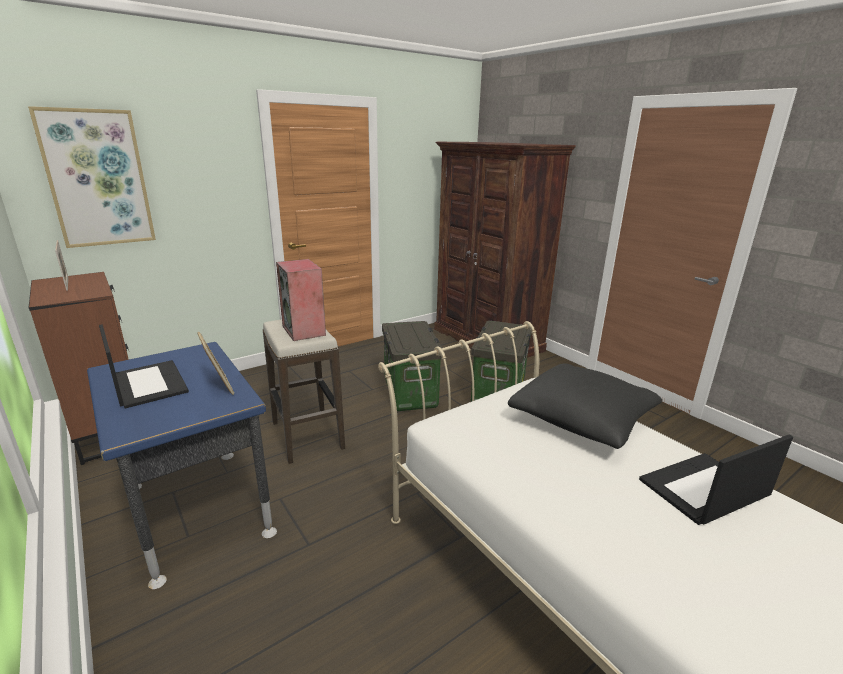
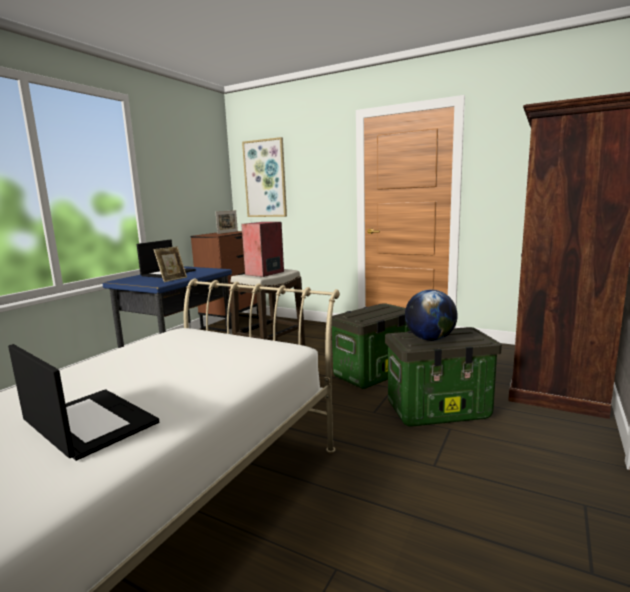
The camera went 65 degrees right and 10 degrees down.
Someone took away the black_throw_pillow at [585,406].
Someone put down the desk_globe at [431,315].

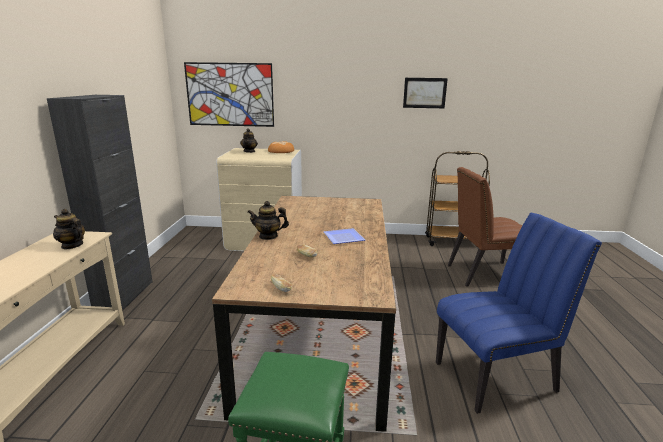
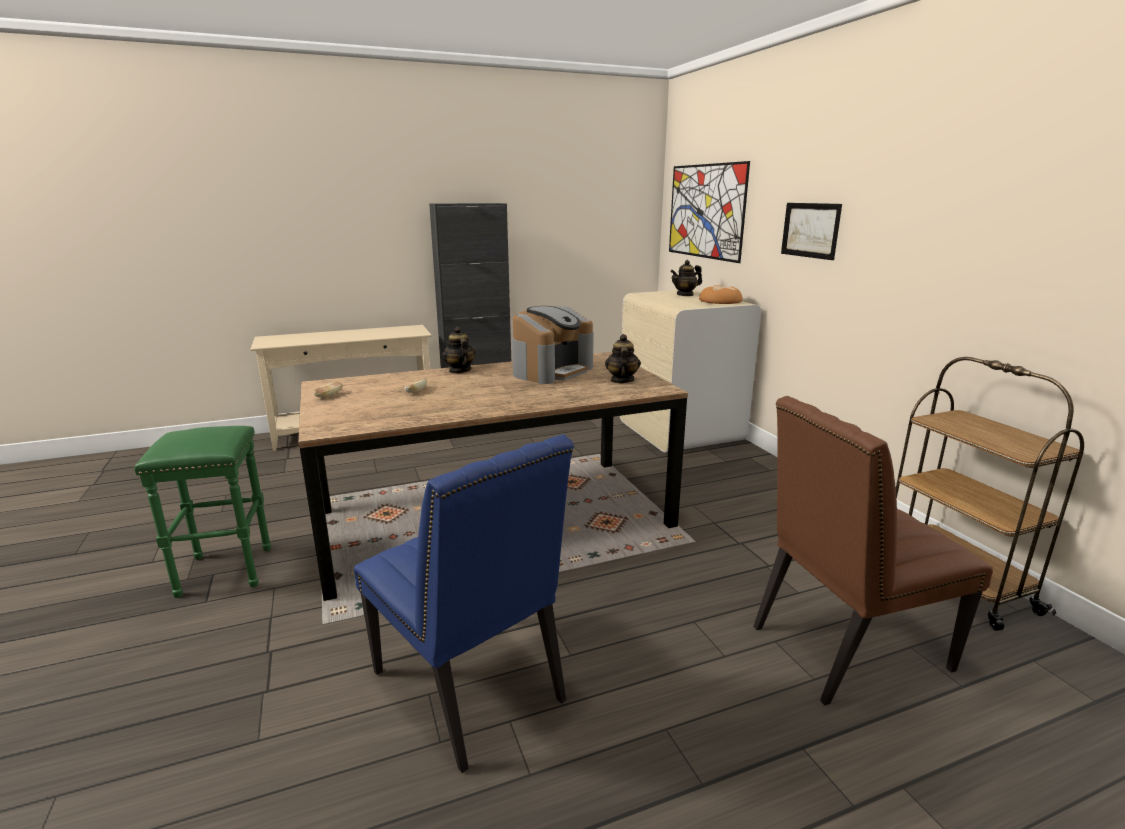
The camera went 65 degrees right and 0 degrees up.
Someone carried the wall_picture from [425,93] to [811,231].
Someone rotated the brown_plain_chair at [485,227] by 75 degrees counterclockwise.
Someone carried the pot_for_tea from [69,229] to [623,358].
Someone took away the plate at [344,236].
Someone put down the coffee_maker at [553,345].

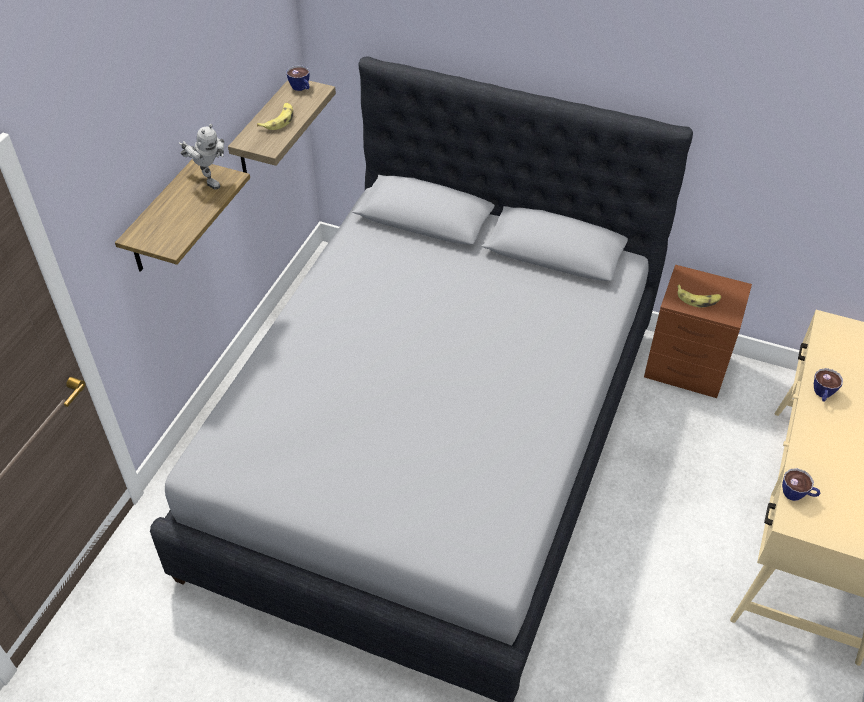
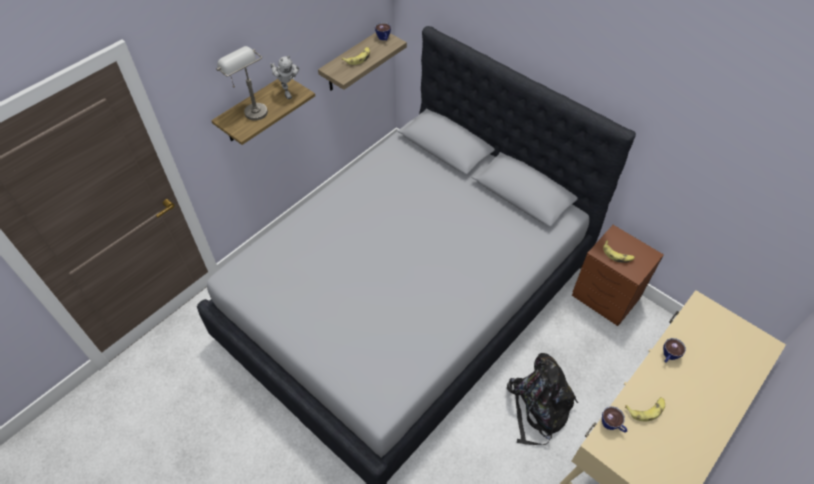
The camera went 20 degrees right and 5 degrees up.
Someone put down the greyish_lamp_for_a_table at [242,83].
Someone put down the black_knapsack at [542,399].
Someone put down the whole_banana at [645,409].

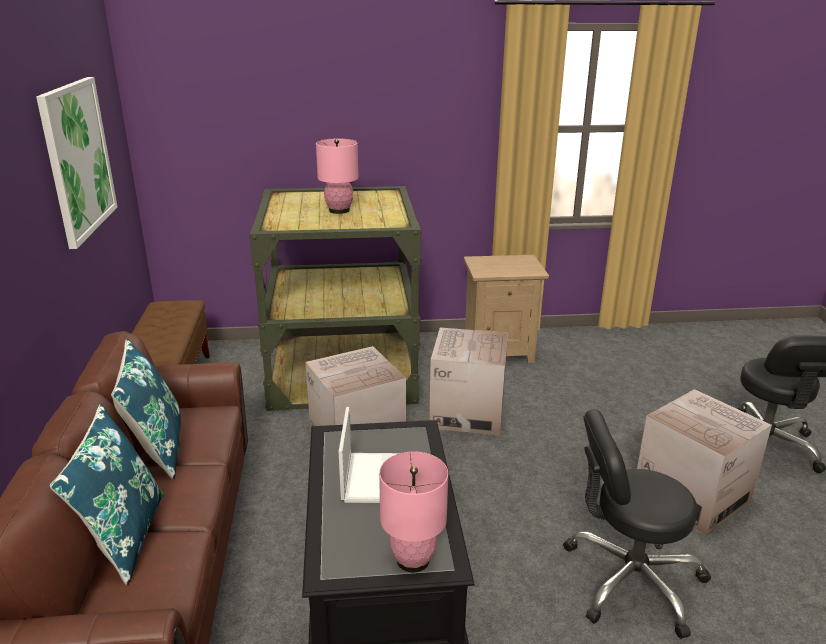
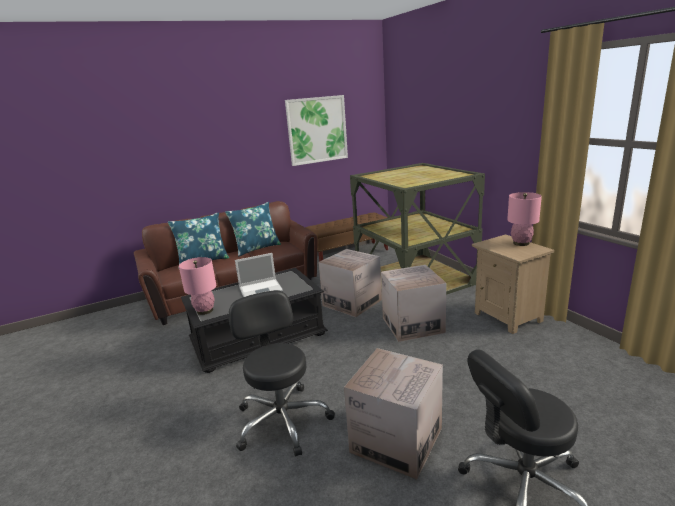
The camera went 70 degrees right and 5 degrees down.
Someone carried the pink_lamp_for_a_table from [337,176] to [524,219].

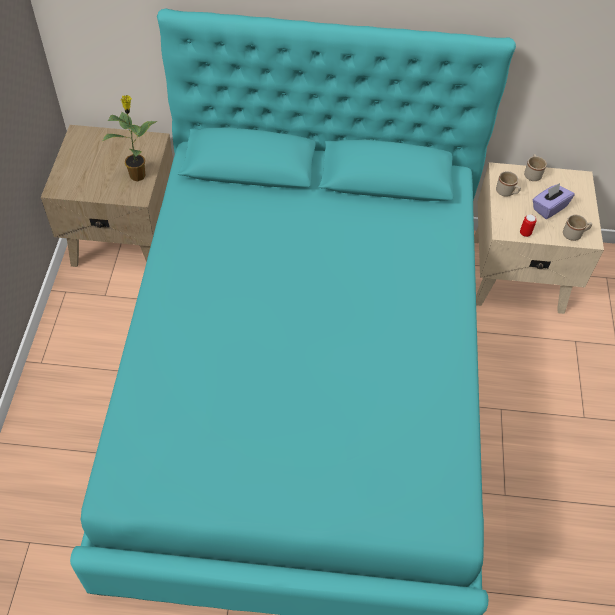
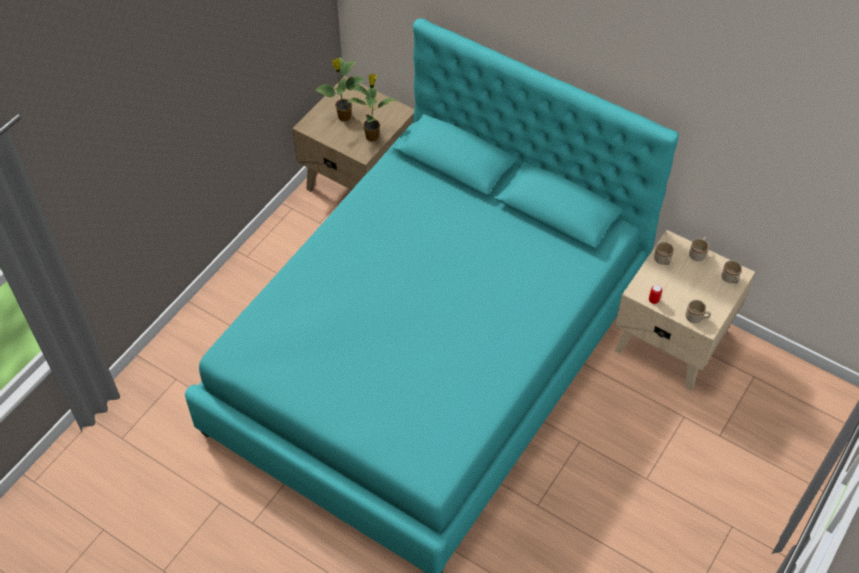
The camera went 30 degrees right and 0 degrees up.
Someone took away the purple-coloured_tissue_holder at [554,201].
Someone put down the potted_plant at [340,89].
Someone put down the beige_coffee_mug at [731,272].

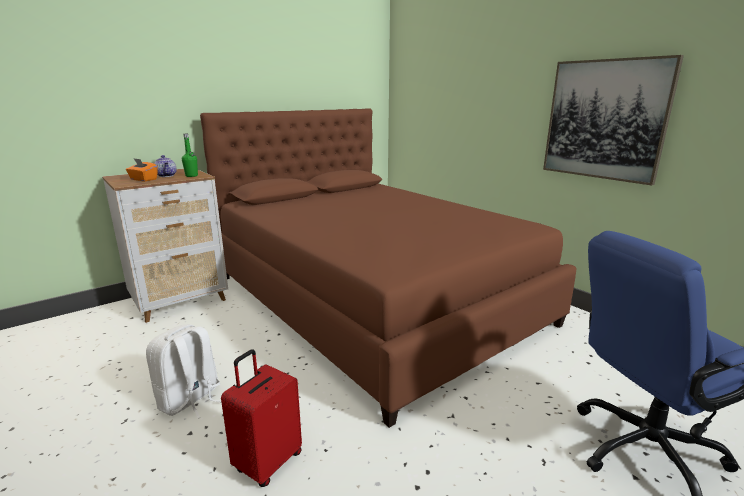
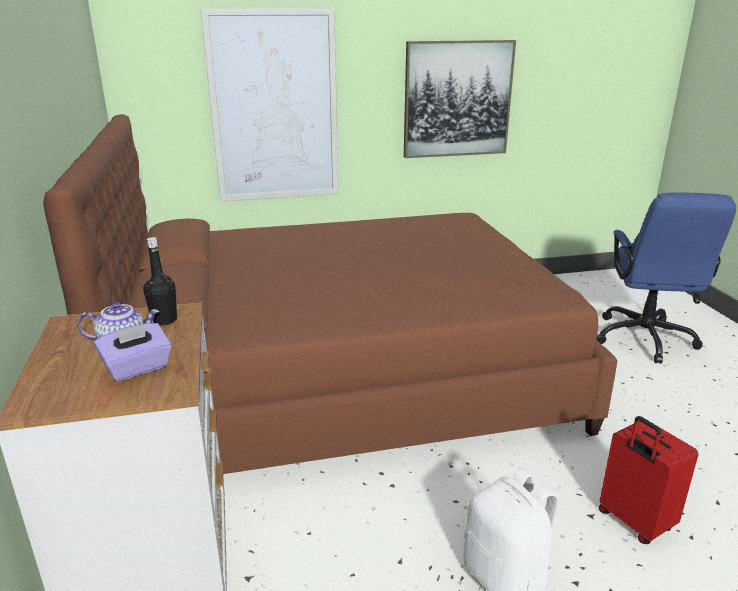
The camera went 65 degrees left and 5 degrees up.
Someone repainted the greenish_bottle at [190,155], which became the black_bottle at [160,281].
Someone repainted the orangey_tissue_holder at [142,169], which became the purple-coloured_tissue_holder at [132,352].
Someone put up the wall_picture at [269,105].

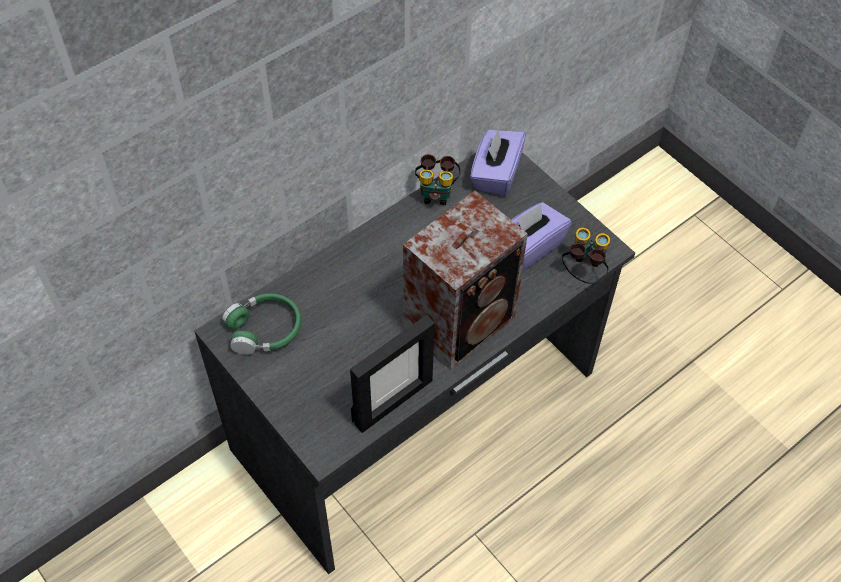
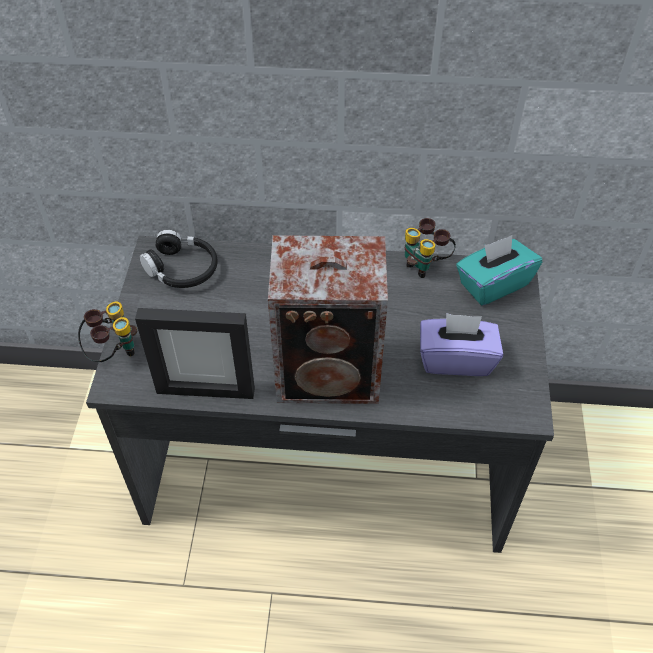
The camera went 45 degrees right and 5 degrees down.
Someone repainted the purple-coloured_tissue_holder at [498,162], which became the blue-green_tissue_holder at [499,270].
Someone carried the binoculars from [586,256] to [107,331].
Someone repainted the greenish_headset at [261,324], which became the black_headset at [178,259].

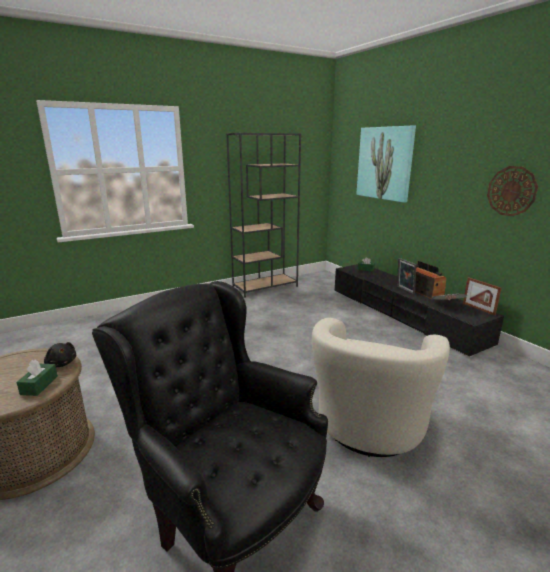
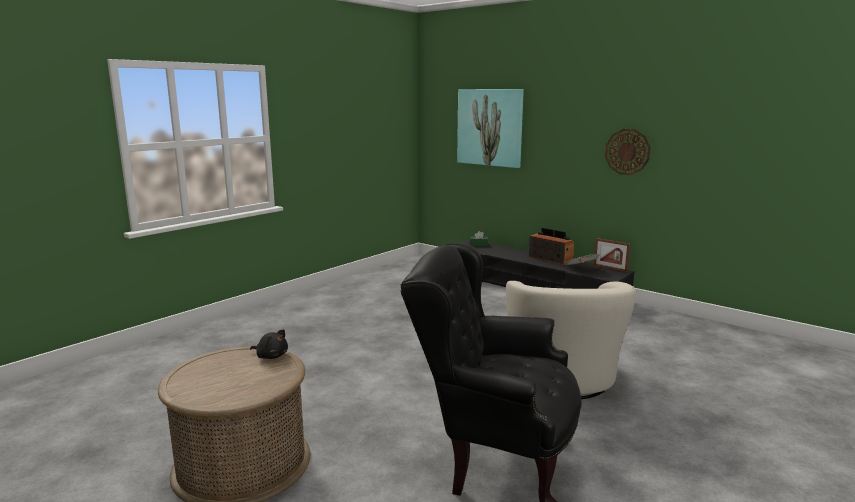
The camera went 20 degrees left and 5 degrees down.
Someone took away the shelving_unit at [263,215].
Someone took away the standing_frame at [406,276].
Someone took away the greenish_tissue_holder at [37,378].

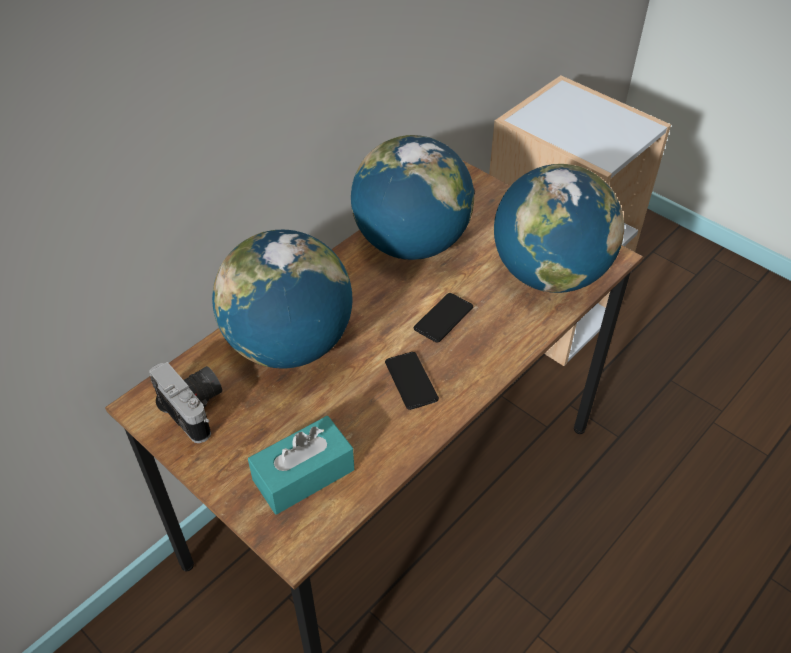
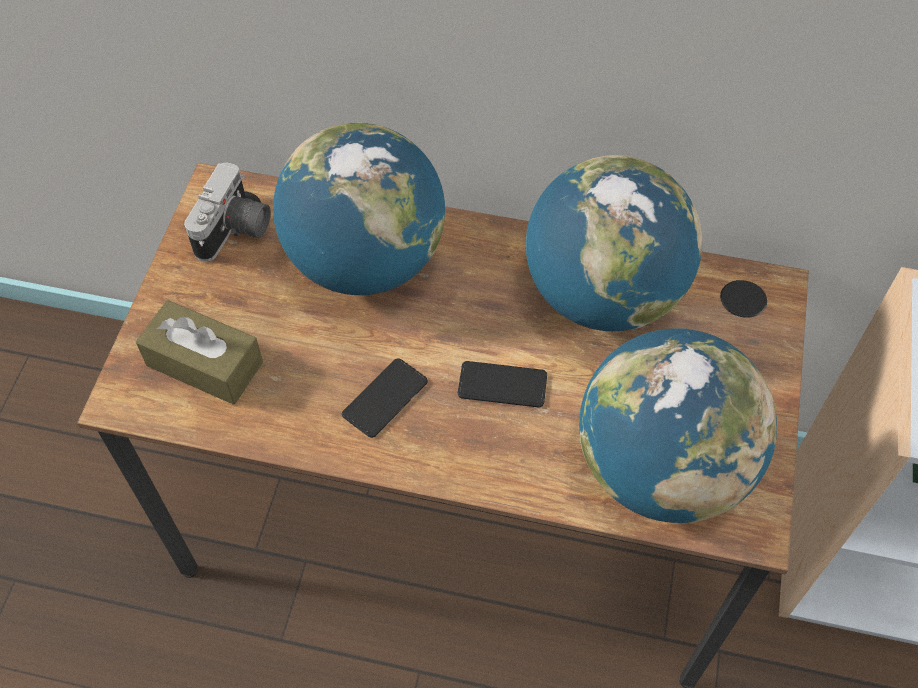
The camera went 60 degrees right and 10 degrees up.
Someone repainted the blue-green_tissue_holder at [301,465], which became the brown_tissue_holder at [199,352].

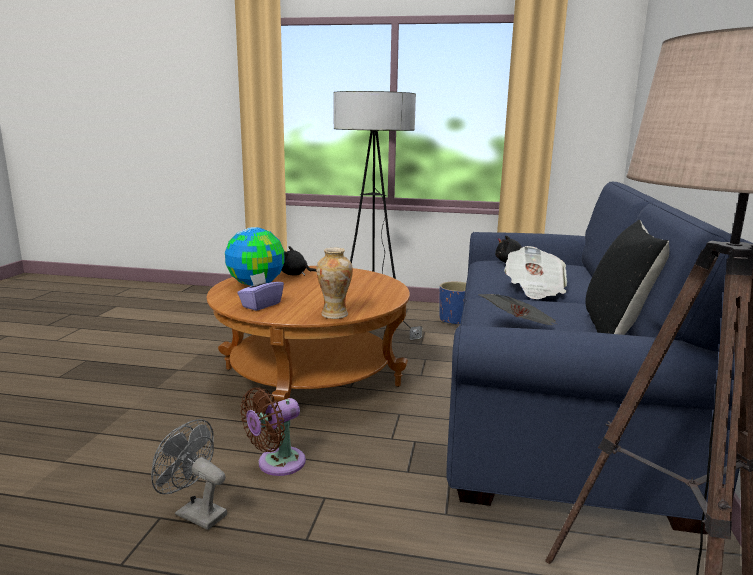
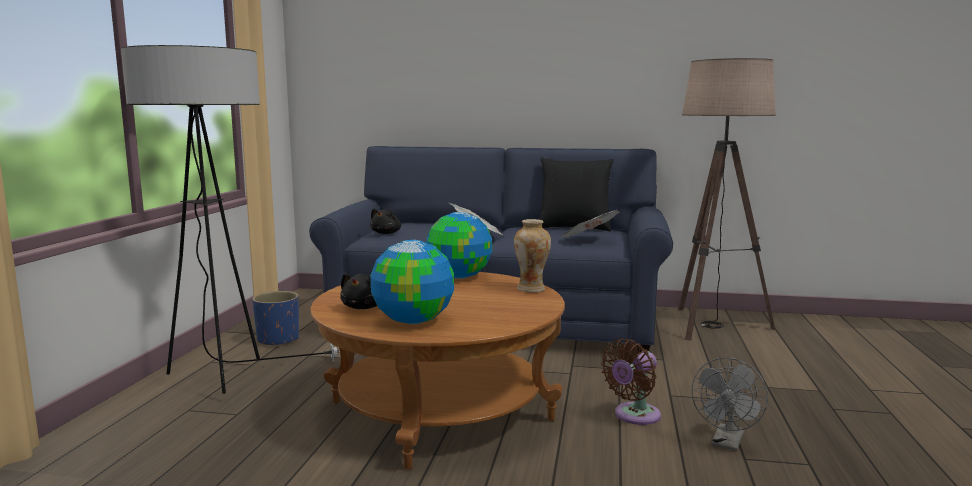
The camera went 90 degrees left and 5 degrees down.
Someone took away the purple-coloured_tissue_holder at [260,291].
Someone rotated the brown_fan at [273,431] by 90 degrees clockwise.
Someone put down the desk_globe at [459,245].

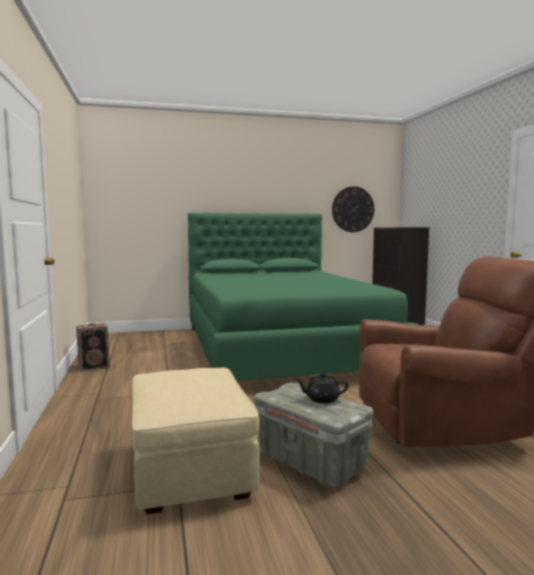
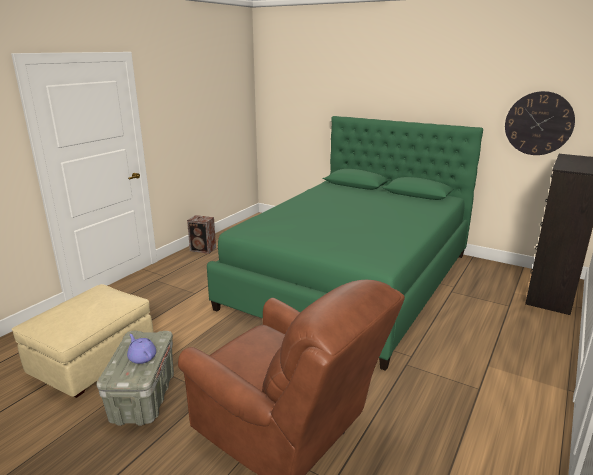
The camera went 45 degrees right and 15 degrees up.
Someone repainted the black_pot_for_tea at [322,388], which became the purple-coloured_pot_for_tea at [141,349].

